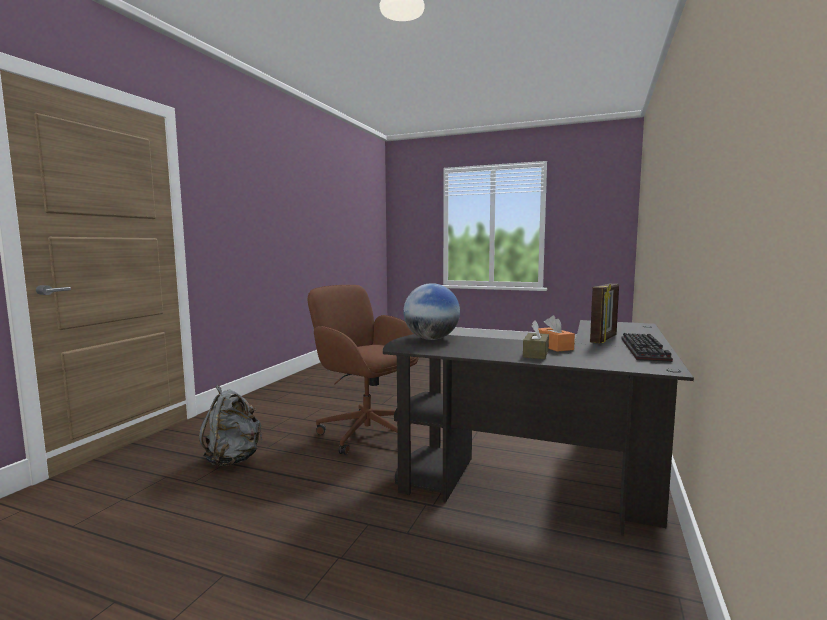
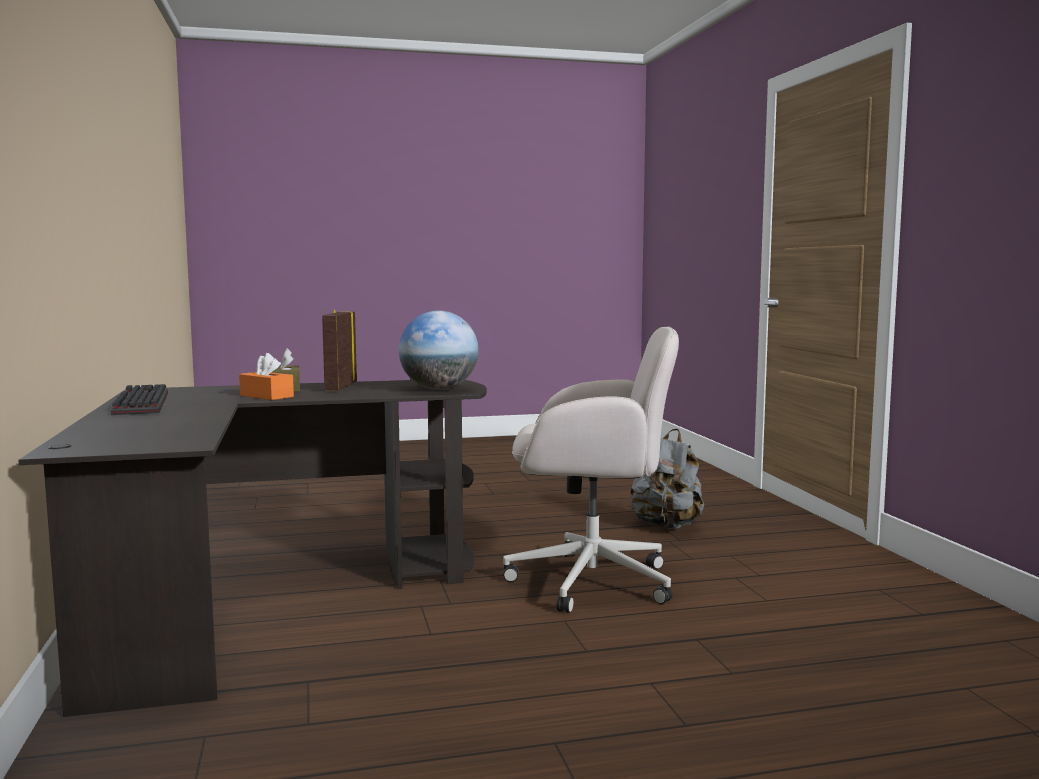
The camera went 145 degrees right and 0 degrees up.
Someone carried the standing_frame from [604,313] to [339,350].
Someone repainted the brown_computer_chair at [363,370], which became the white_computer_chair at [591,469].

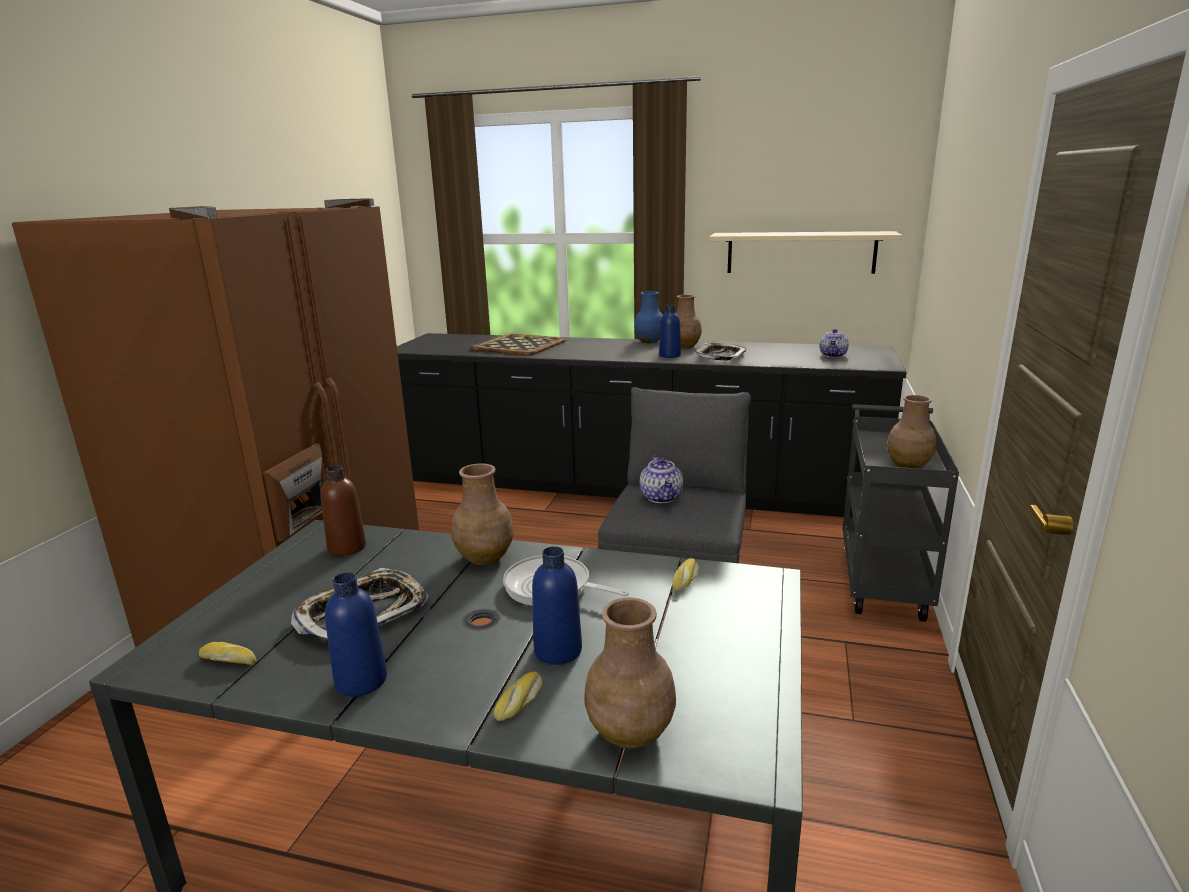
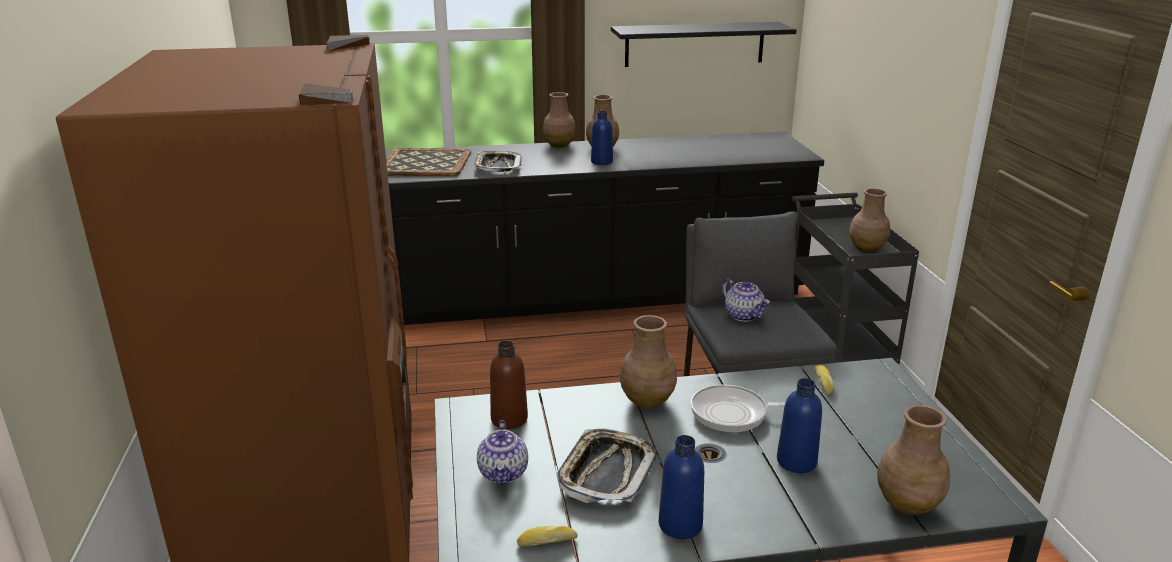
The camera went 25 degrees left and 5 degrees up.
Someone repainted the beige_bracket_shelf at [805,252], which became the black_bracket_shelf at [703,44].
Someone repainted the blue-coloured_vase at [648,317], which became the brown_vase at [559,120].
Someone carried the pot_for_tea from [834,343] to [502,452].
Someone carried the carrying_tray from [720,352] to [498,161].
Someone took away the bread at [518,696].

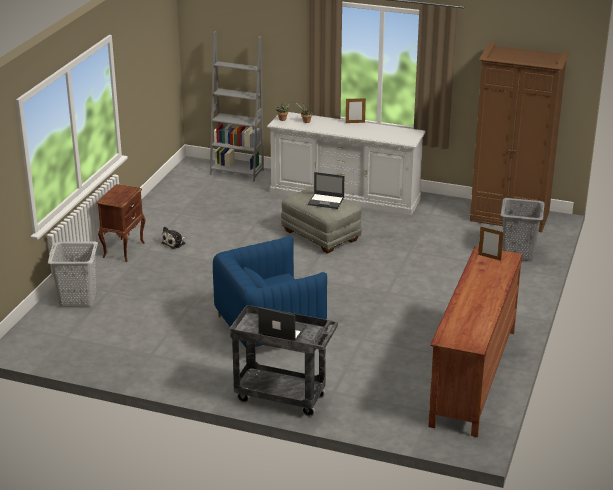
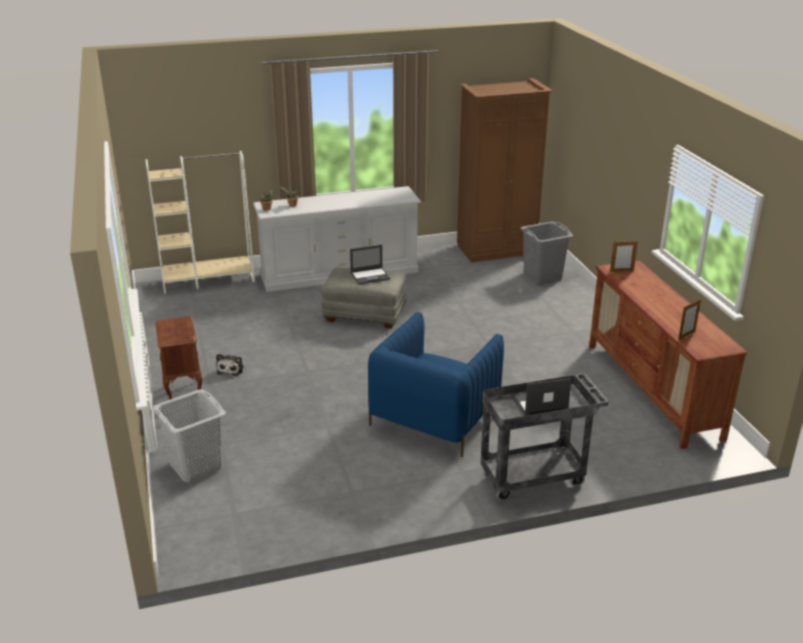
The camera went 35 degrees left and 0 degrees up.
Someone swapped the greyish_shelving_unit at [237,106] for the beige_garment_stand at [200,222].
Someone carried the standing_frame from [356,110] to [689,319].

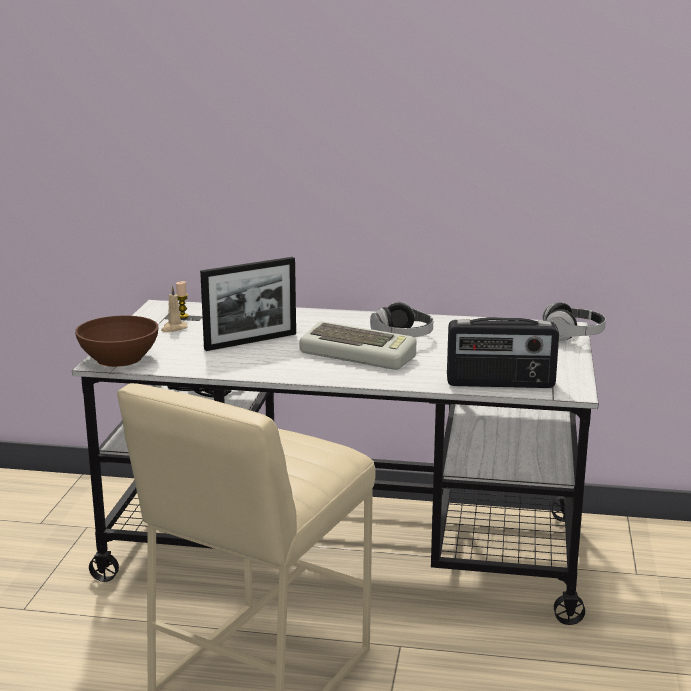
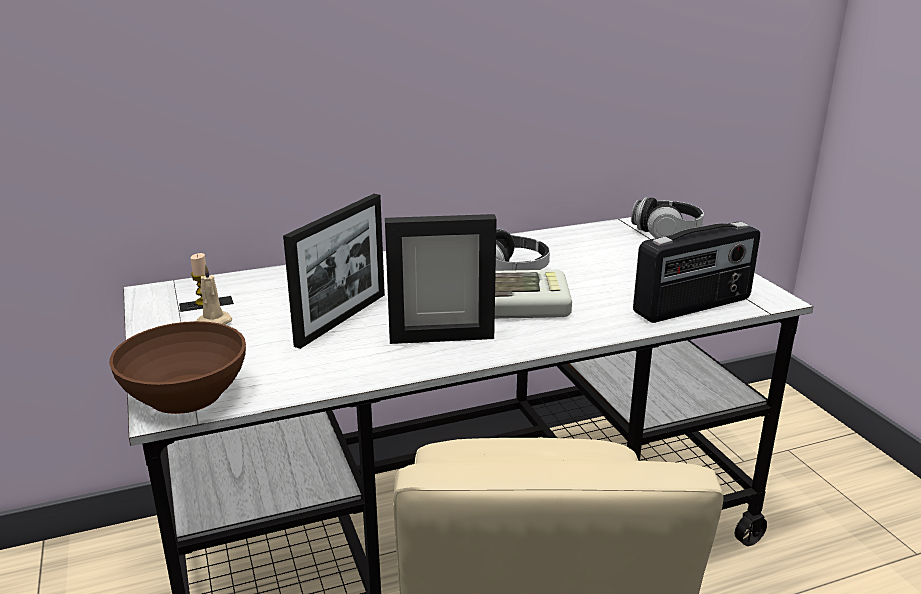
The camera went 30 degrees left and 5 degrees up.
Someone put down the standing_frame at [441,279].

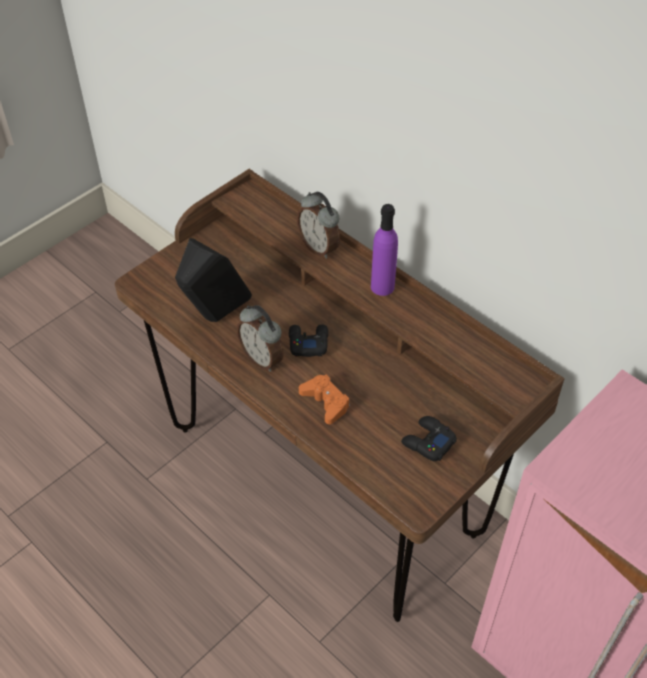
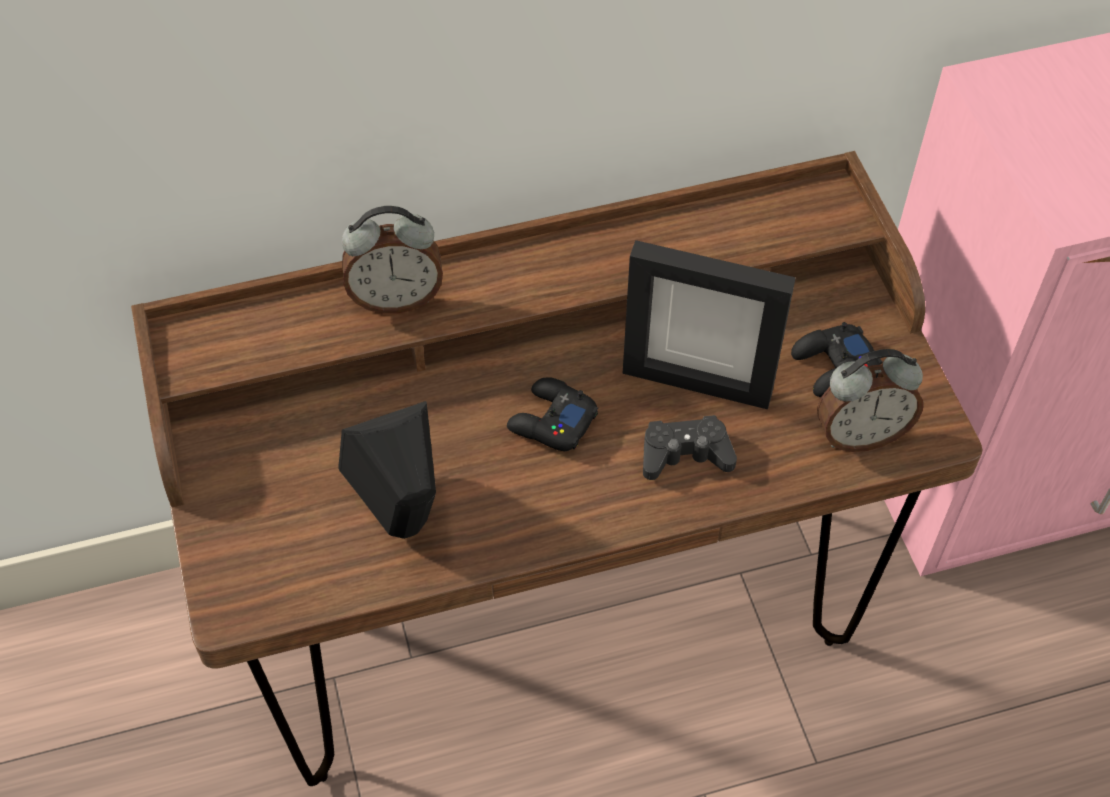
The camera went 60 degrees left and 5 degrees up.
Someone took away the purple-coloured_bottle at [384,250].
Someone carried the alarm_clock from [260,338] to [870,400].
Someone repainted the orangey_gamepad at [324,399], which became the black_gamepad at [690,447].
Someone put down the standing_frame at [709,324].

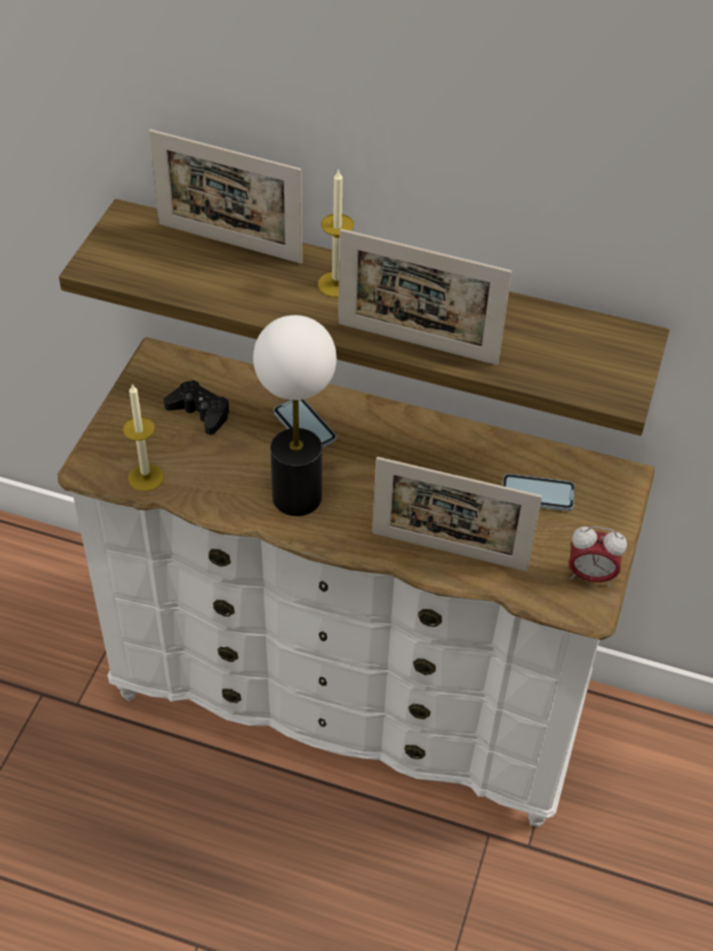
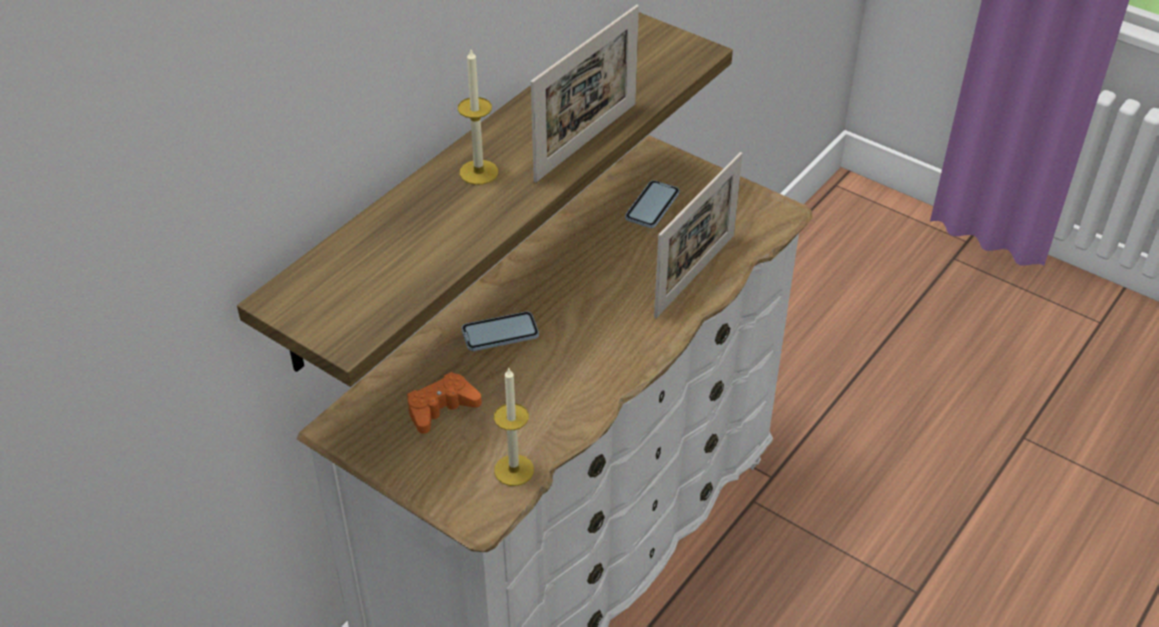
The camera went 70 degrees left and 5 degrees down.
Someone took away the standing_frame at [225,196].
Someone took away the lamp_for_a_table at [295,415].
Someone repainted the black_gamepad at [197,407], which became the orangey_gamepad at [444,403].
Someone took away the alarm_clock at [598,556].

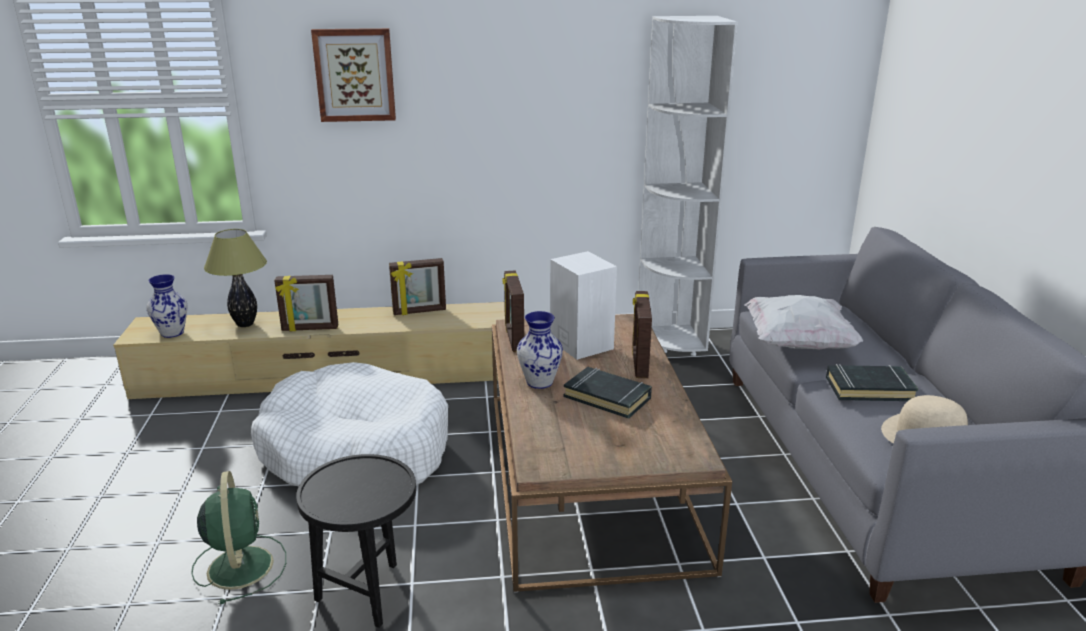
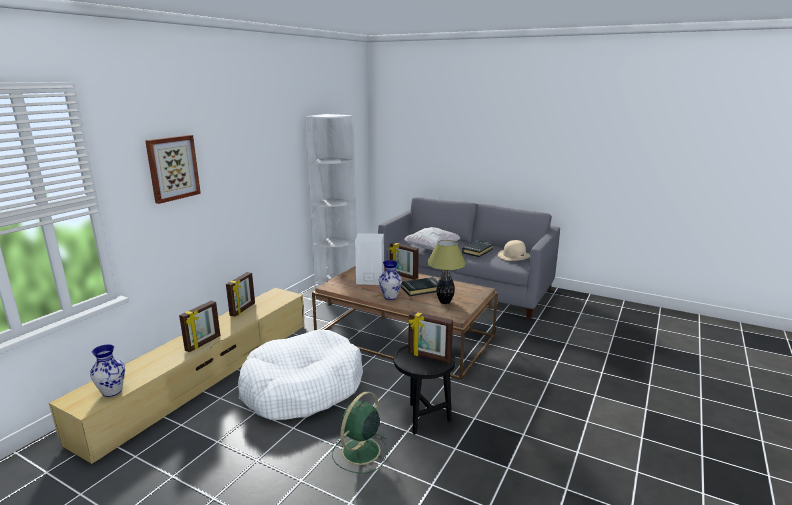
The camera went 55 degrees left and 5 degrees down.
Someone carried the lamp_for_a_table from [235,278] to [446,272].
Someone carried the standing_frame from [513,311] to [430,337].
Someone rotated the greenish_fan at [238,537] by 75 degrees counterclockwise.

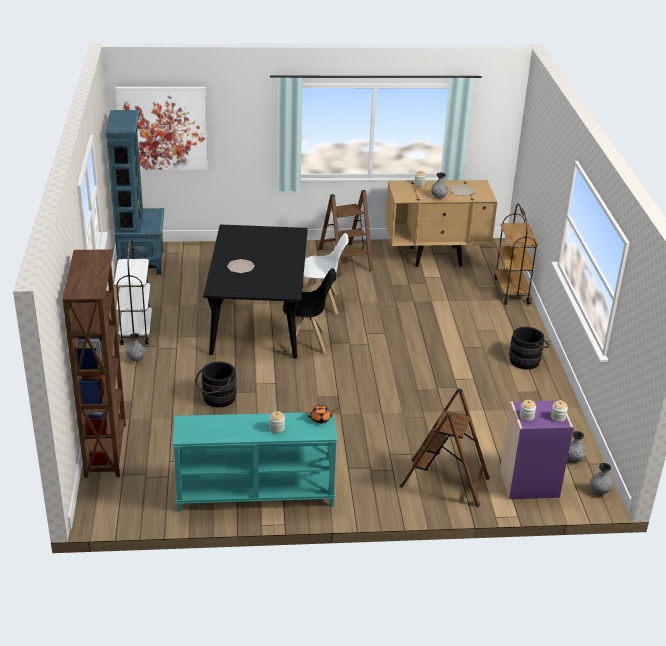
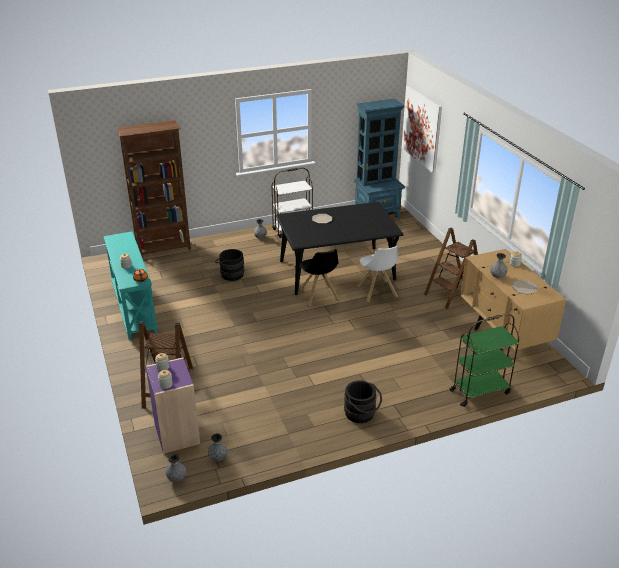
The camera went 75 degrees right and 0 degrees up.
Someone repainted the brown_trolley at [516,254], which became the greenish_trolley at [484,360].

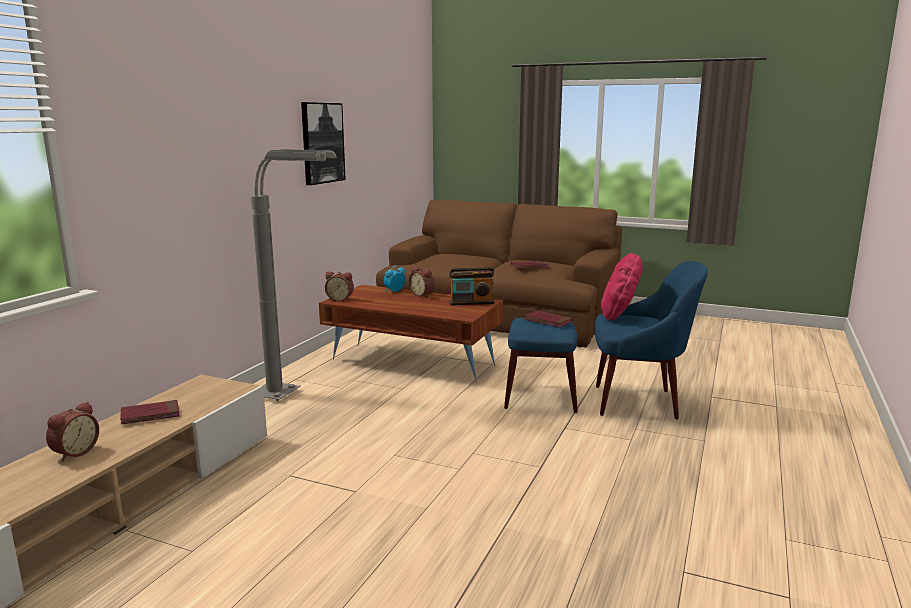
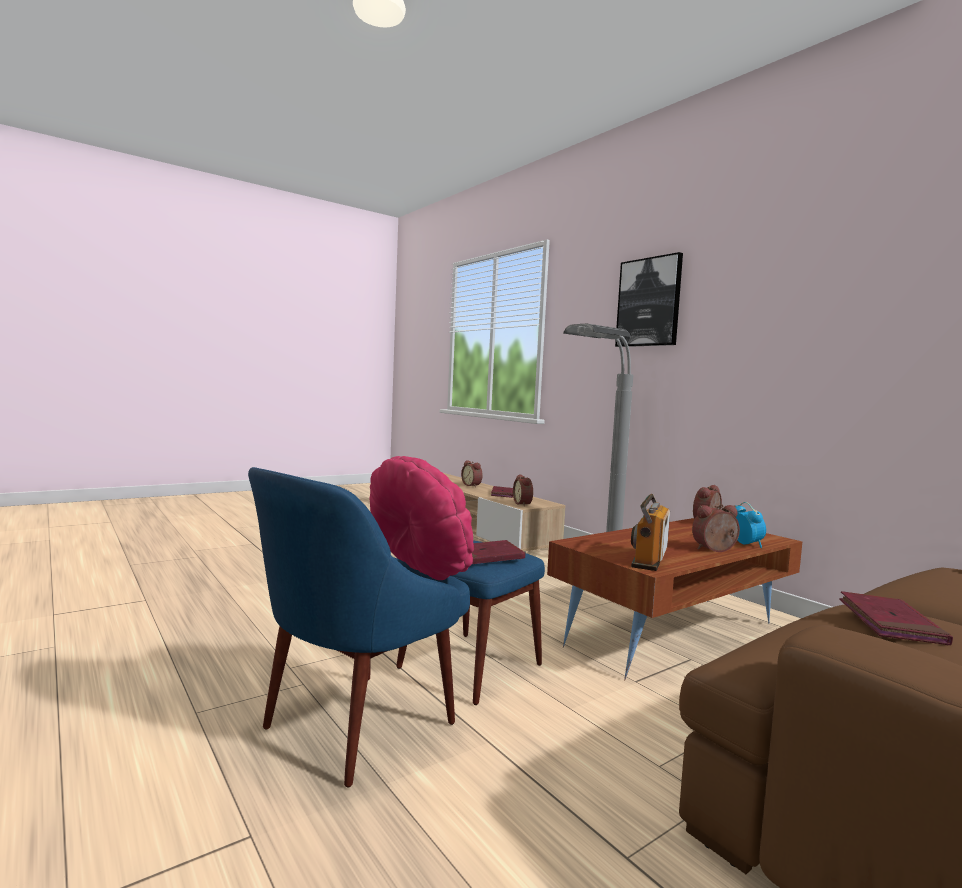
The camera went 120 degrees right and 10 degrees down.
Someone carried the wall_picture from [323,143] to [649,299].
Someone put down the alarm_clock at [523,490].

